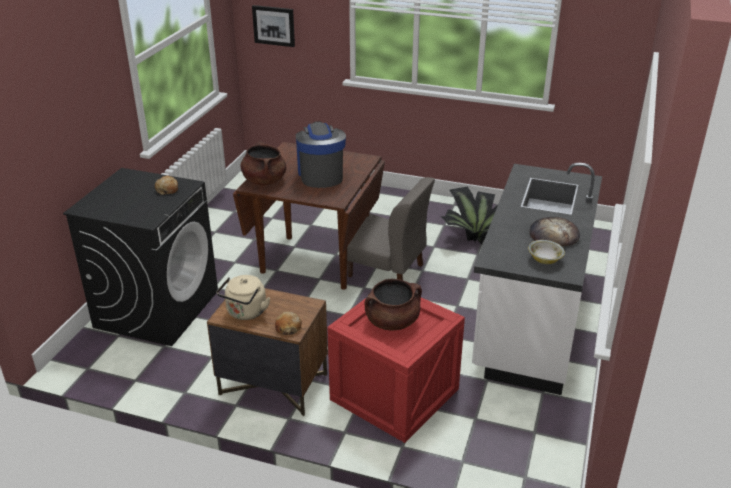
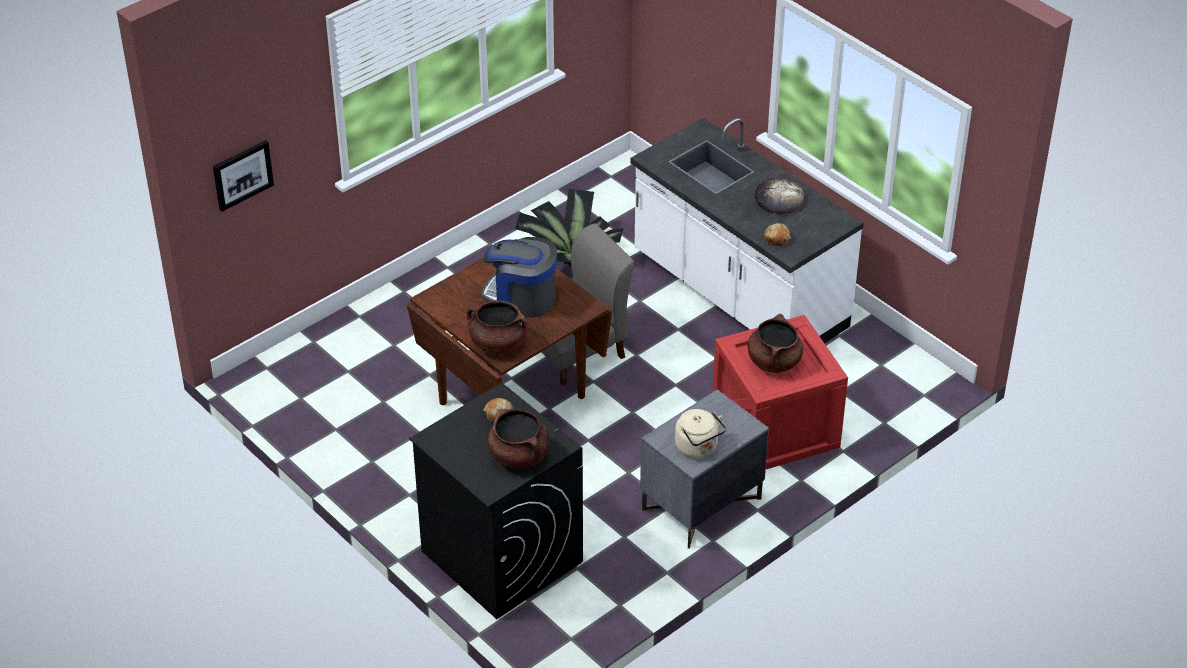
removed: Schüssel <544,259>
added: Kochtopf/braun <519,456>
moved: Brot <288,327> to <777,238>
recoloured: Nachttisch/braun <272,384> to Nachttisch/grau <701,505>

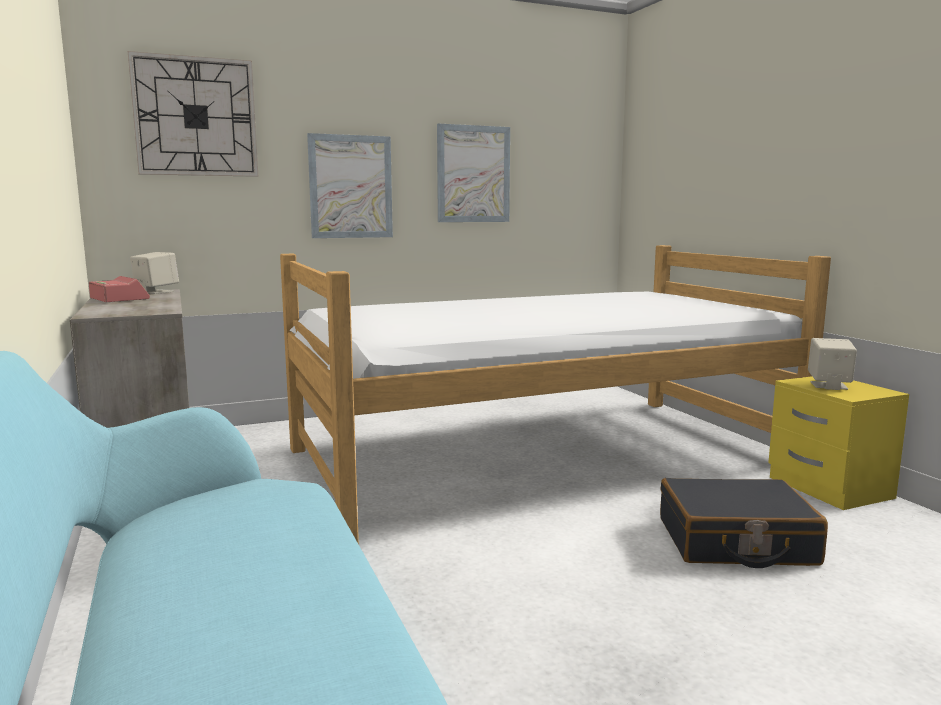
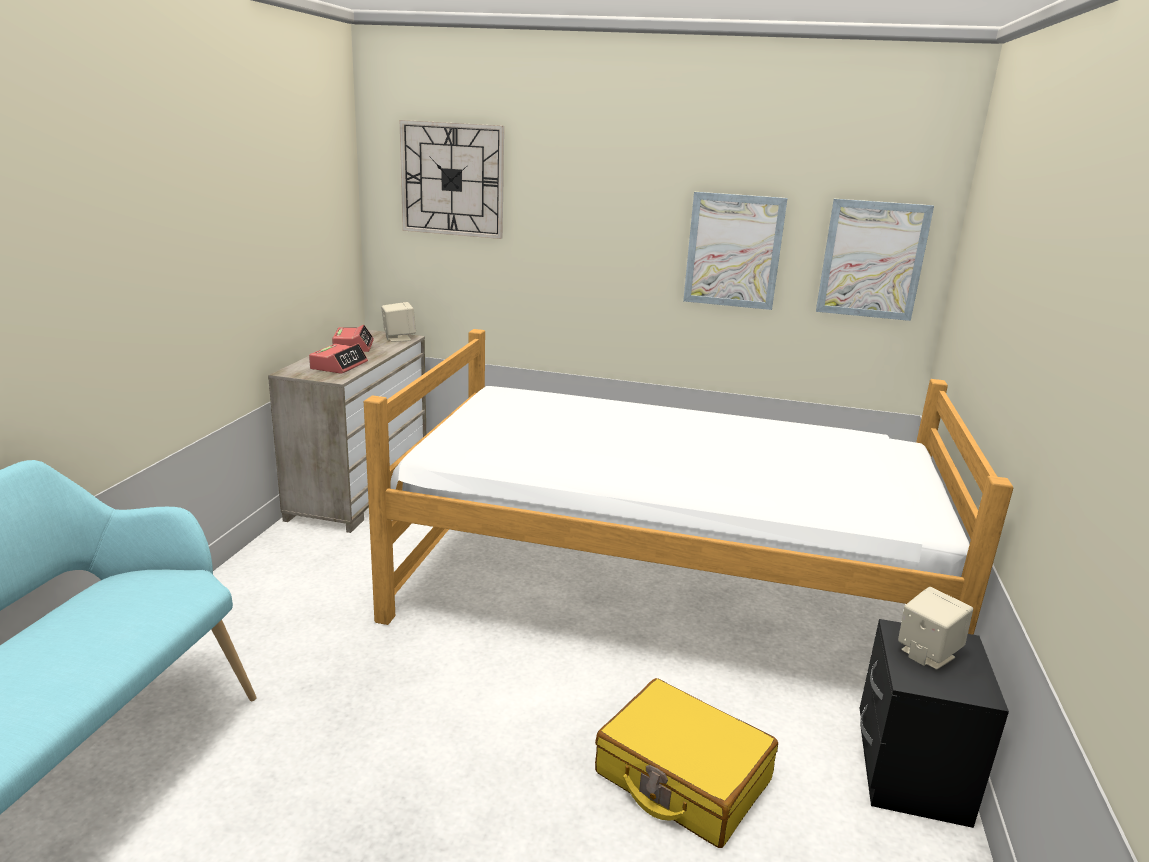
added: Wecker <339,365>
moved: Bild <350,187> to <872,260>
recoloured: Koffer/schwarz <735,542> to Koffer/gelb <682,777>; Nachttisch/gelb <827,488> to Nachttisch/schwarz <907,771>

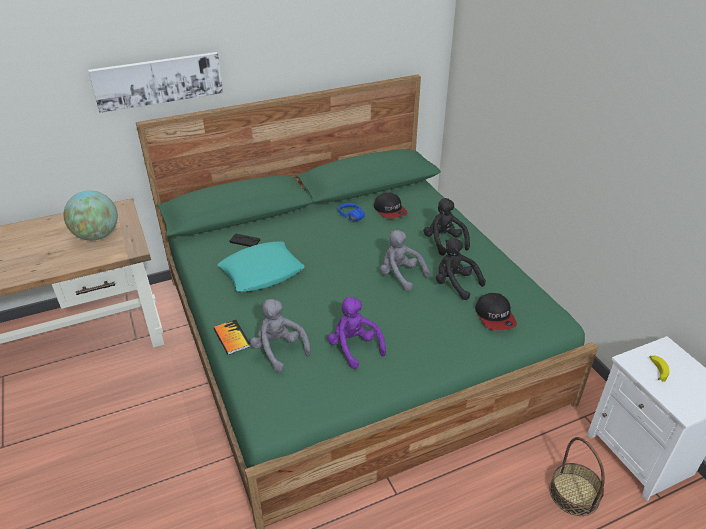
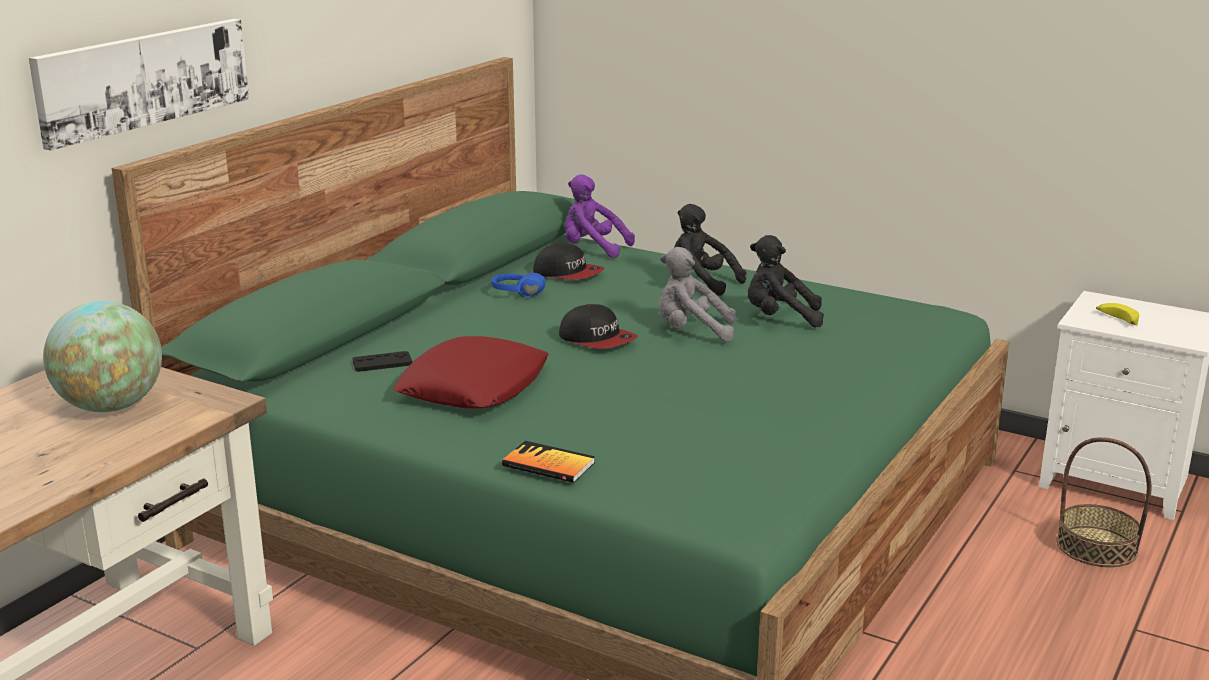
removed: Plüschtier/grau <279,350>
moved: Kappe <495,316> to <597,339>; Plüschtier/lila <354,347> to <592,249>
recoloured: Kissen/türkis <262,272> to Kissen/rot <473,386>

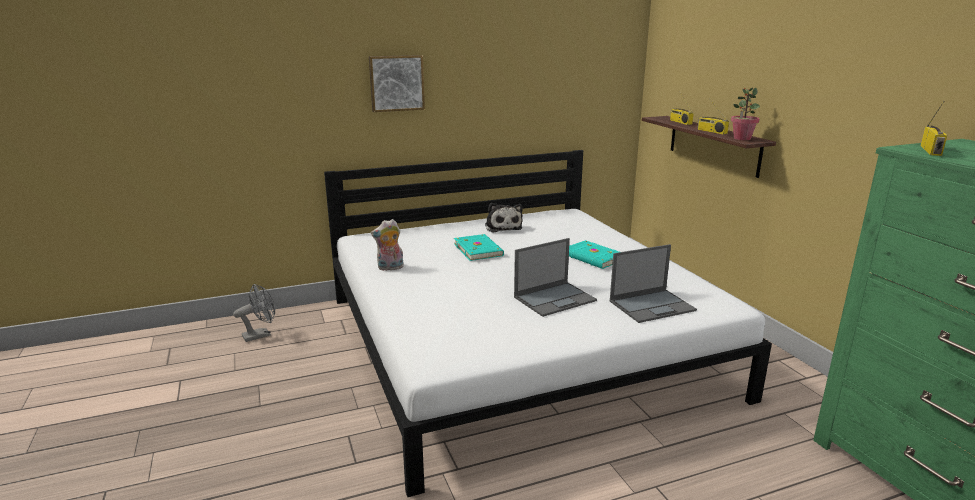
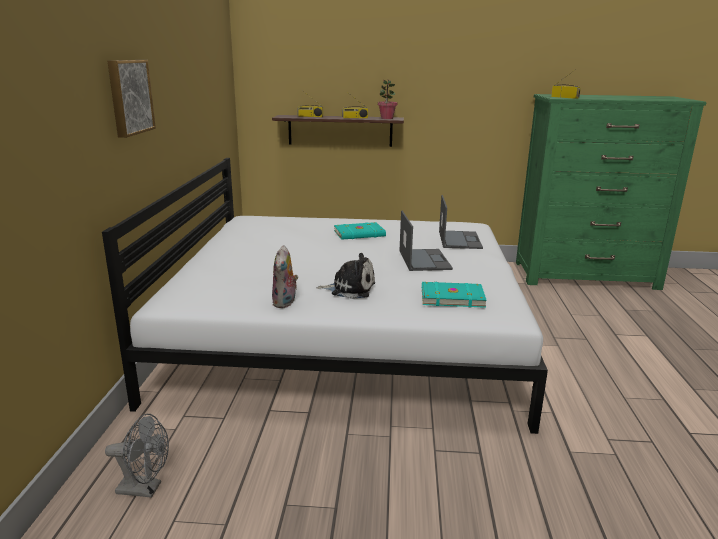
moved: Plüschtier <503,227> to <350,289>; Buch/türkis <479,249> to <451,297>
turned: Ventilator/grau <261,335> = <145,489> 105 degrees clockwise

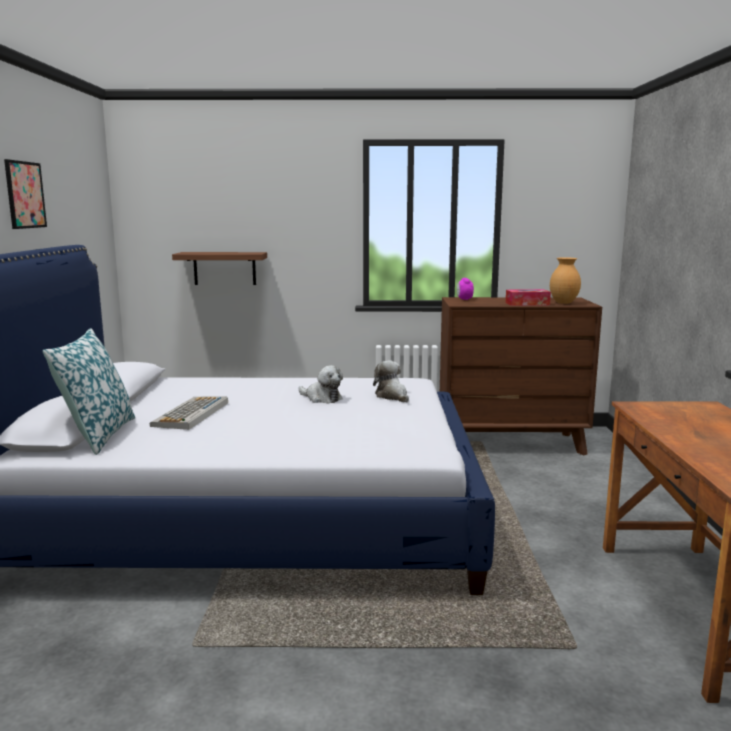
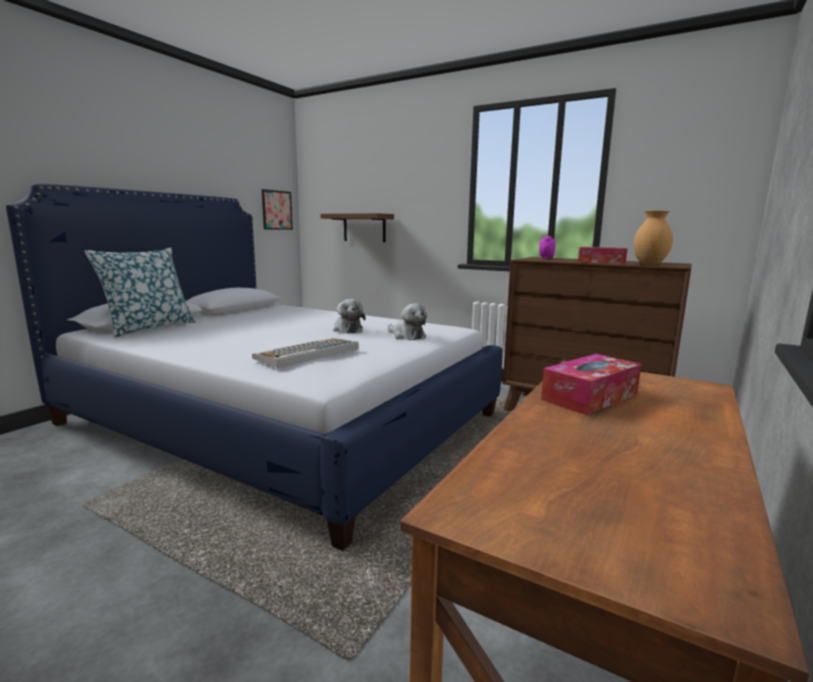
added: Taschentuchbox <590,397>
moved: Tastatur <191,414> to <307,353>; Bild <25,195> to <276,210>
turned: Plüschtier <392,396> = <406,336> 135 degrees clockwise

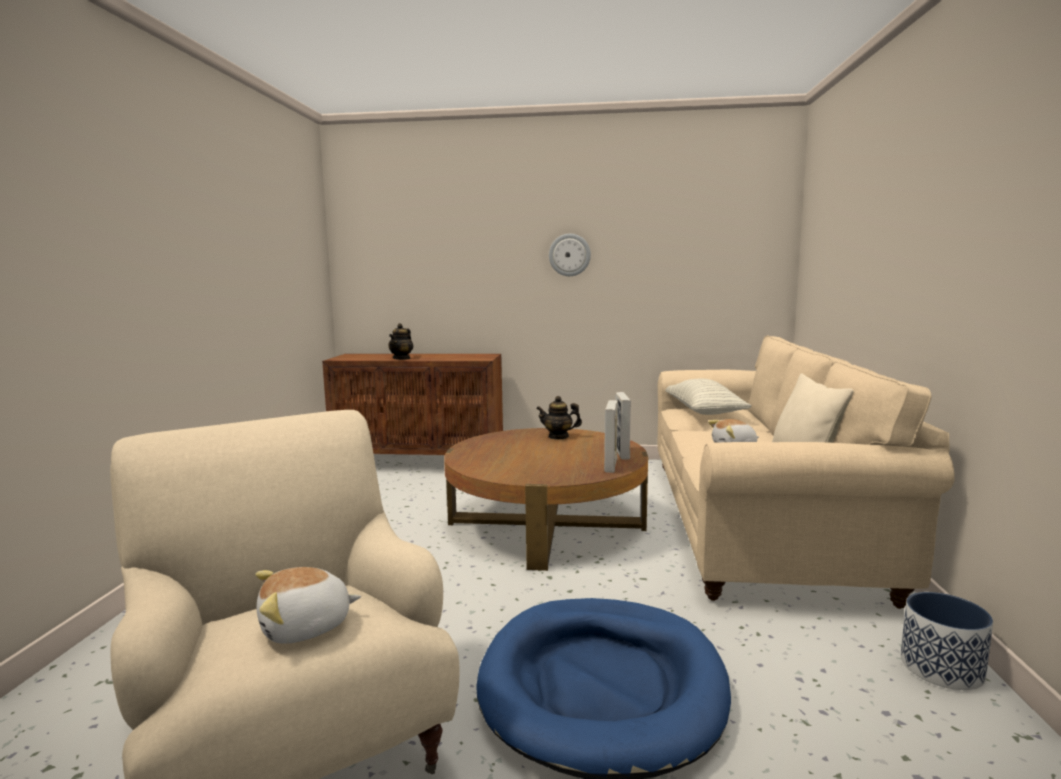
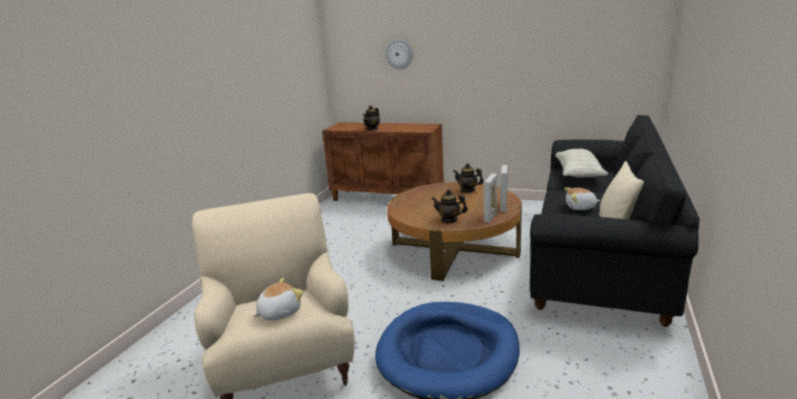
removed: Pflanzkübel <942,669>
added: Teekanne <449,220>
moved: Wanduhr <569,255> to <399,54>
recoloured: Sofa/beige <753,522> to Sofa/schwarz <598,256>
turned: Plüschtier <306,627> = <279,312> 150 degrees clockwise

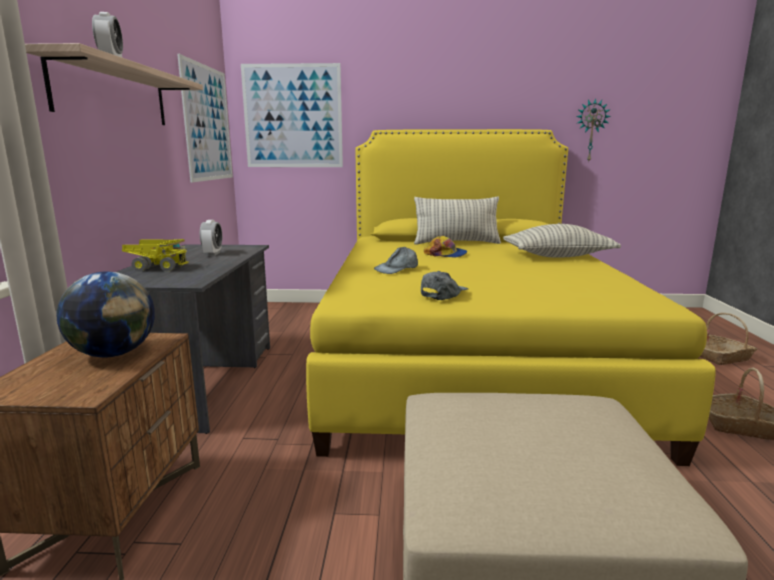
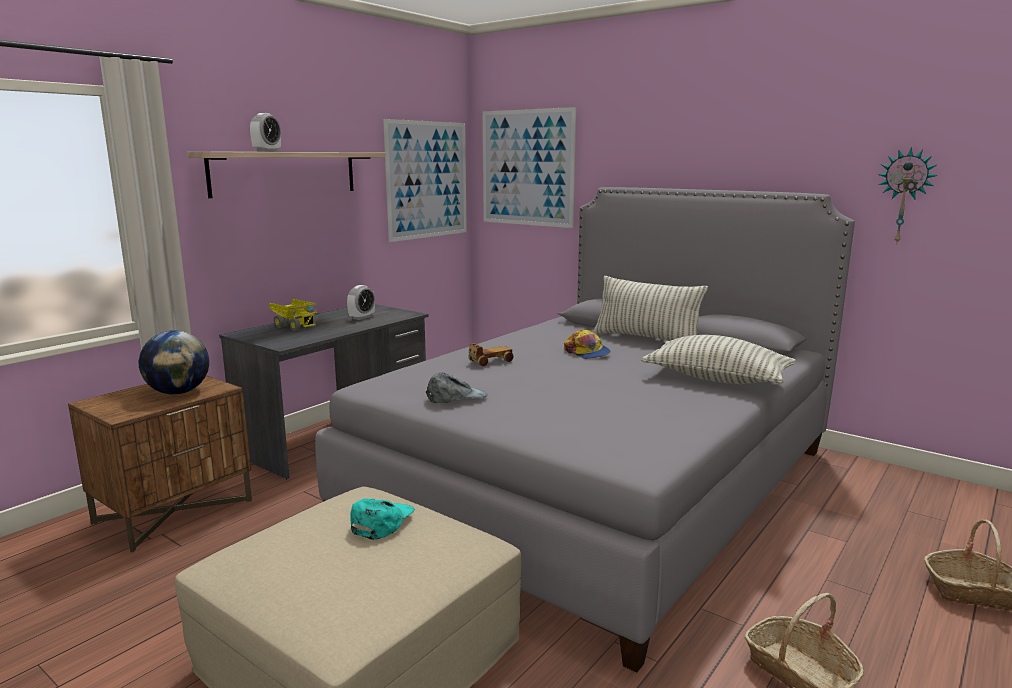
added: Kappe/türkis <381,521>
replaced: Kappe/grau <397,269> to Spielzeugauto <490,361>
recoloured: Bett/gelb <468,358> to Bett/grau <599,483>

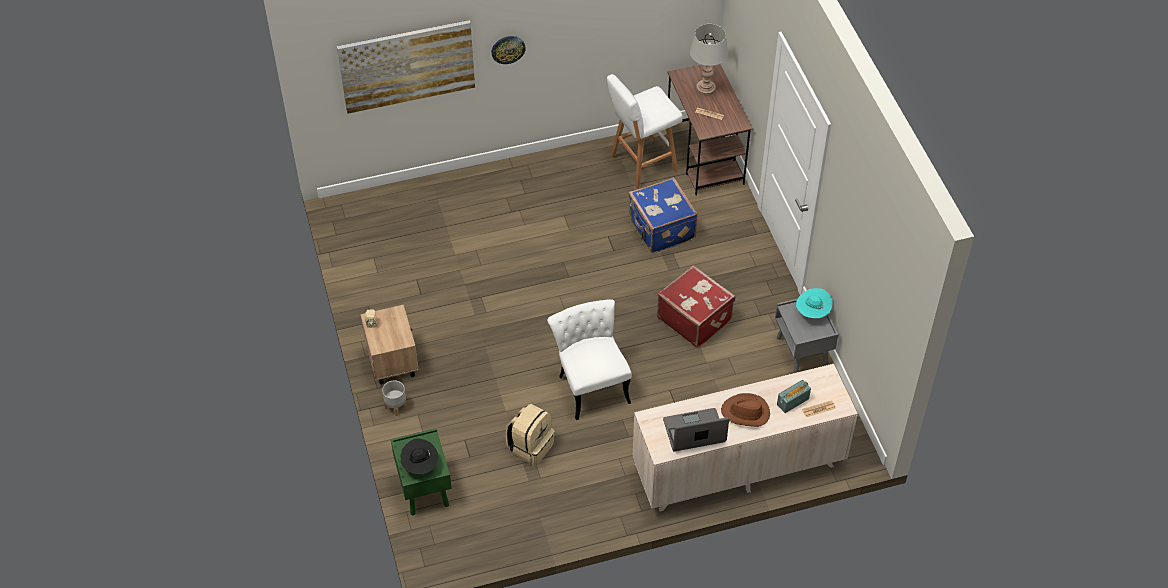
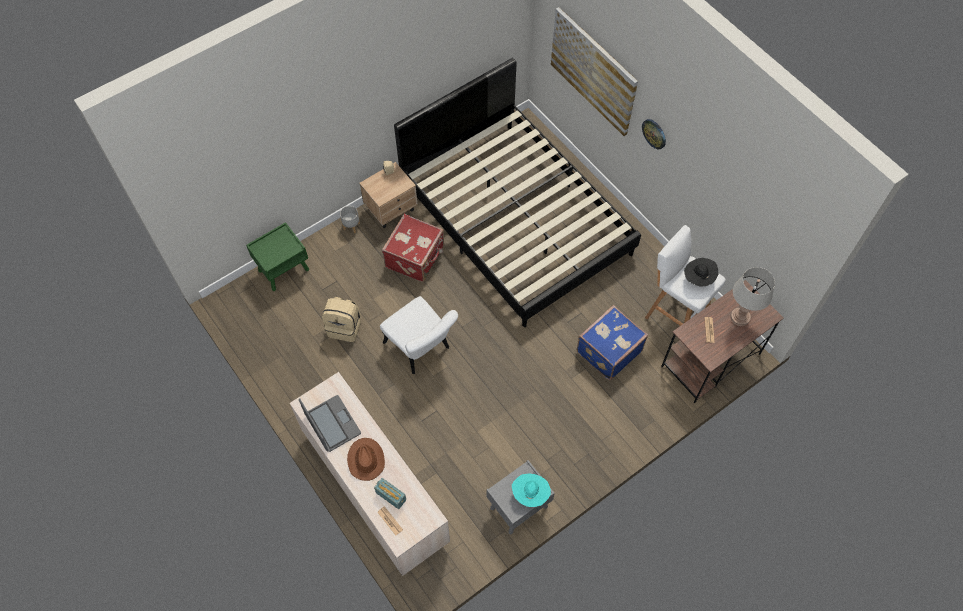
added: Bett/schwarz <516,219>
moved: Koffer/rot <694,318> to <416,257>; Hut/schwarz <420,466> to <698,278>
turned: Stuhl/weiß <590,383> = <421,349> 90 degrees clockwise

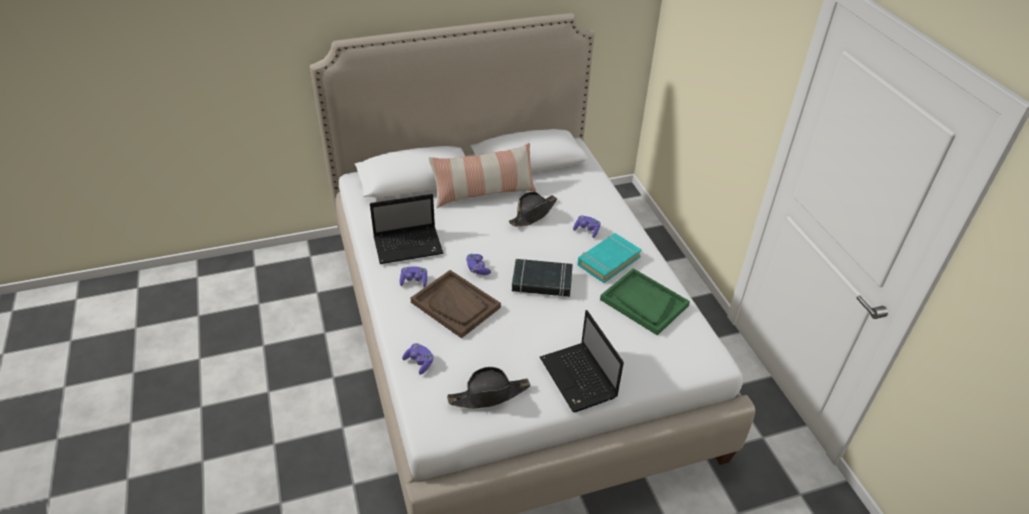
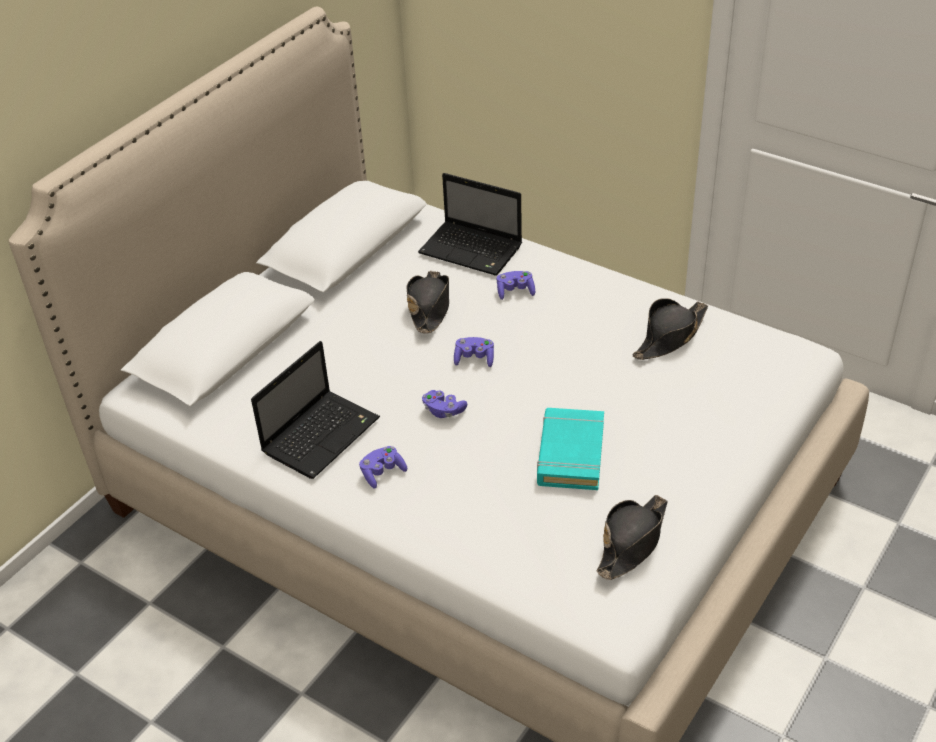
removed: Tablett/braun <456,305>; Kissen <483,193>; Buch/schwarz <542,282>
moved: Laptop <579,379> to <473,250>; Gamepad/lila <419,362> to <474,359>; Buch/türkis <608,261> to <570,454>
replaced: Tablett/grün <643,303> to Hut/schwarz <670,337>

